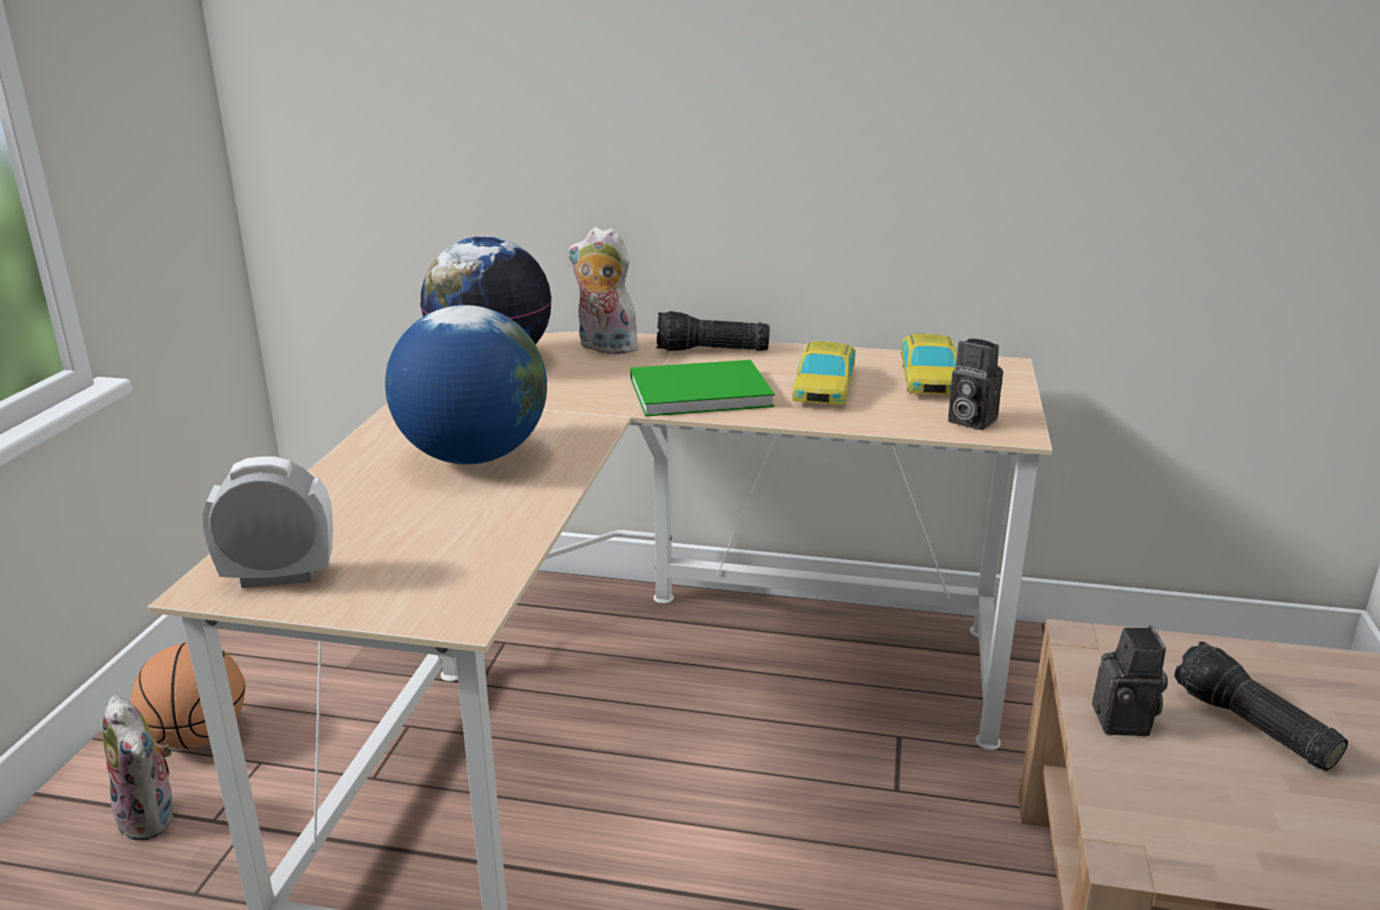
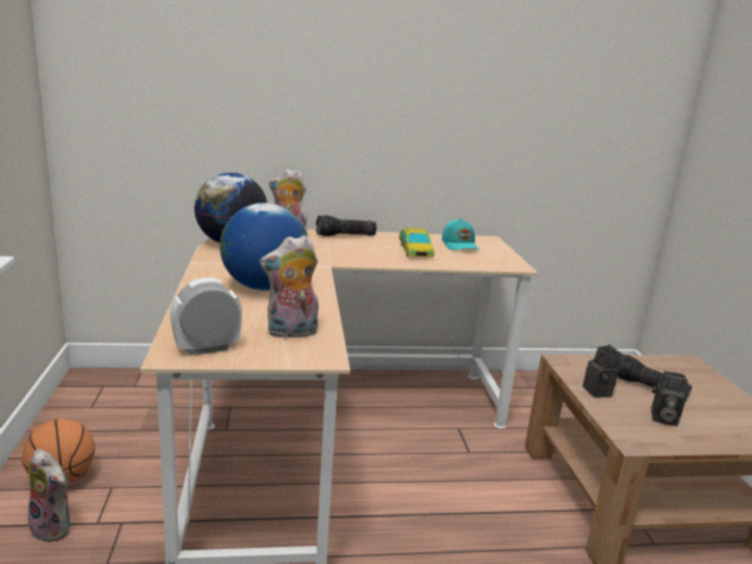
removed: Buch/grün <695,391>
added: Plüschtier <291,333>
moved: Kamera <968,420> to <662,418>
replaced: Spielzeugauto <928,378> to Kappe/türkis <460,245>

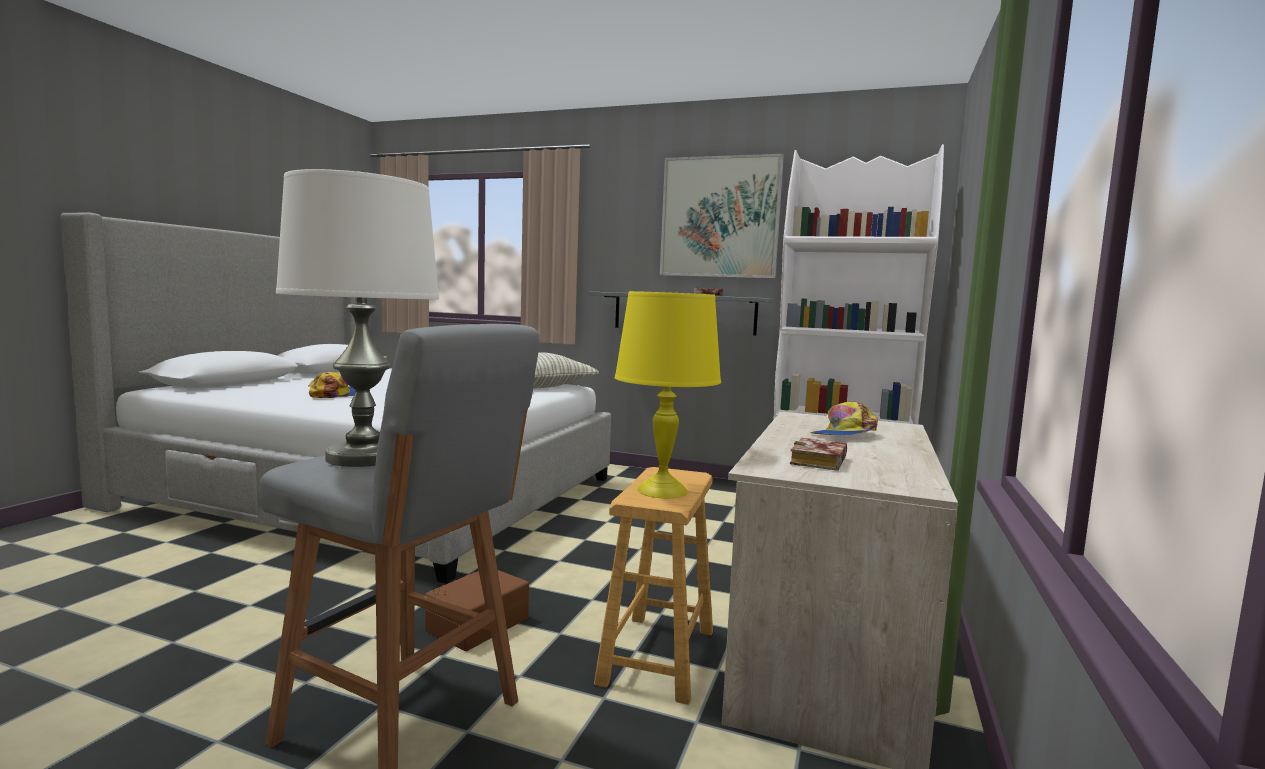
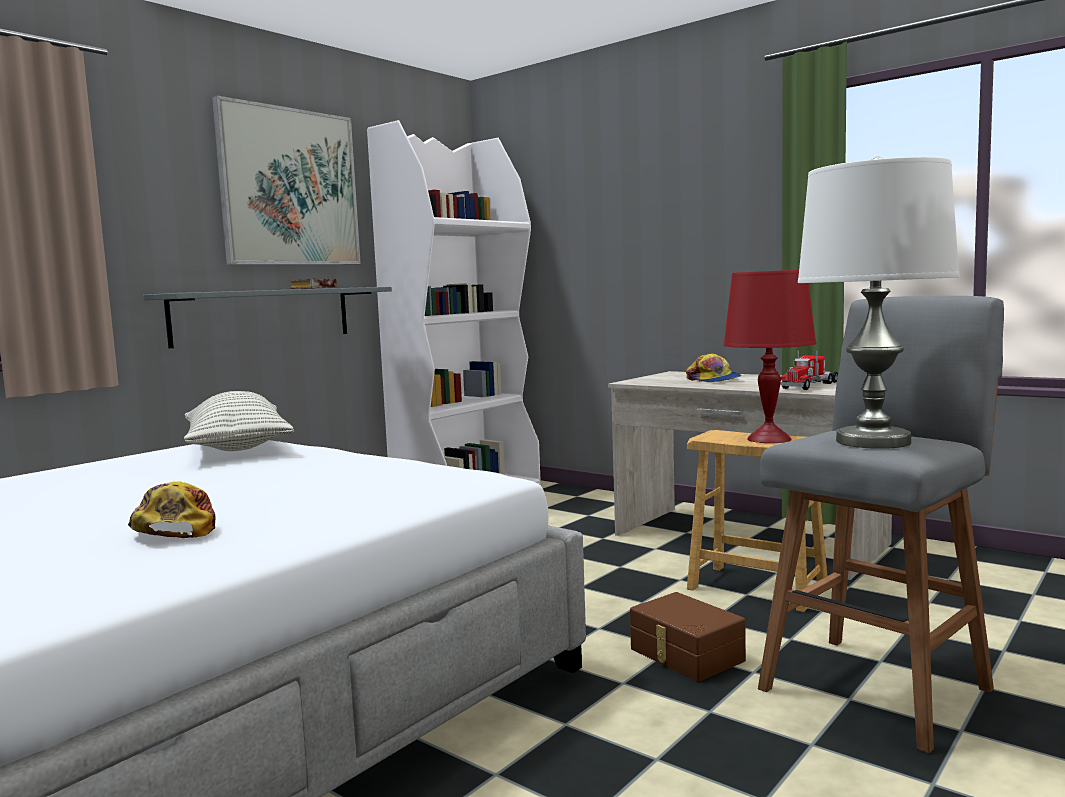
replaced: Buch <820,462> to Spielzeuglaster <810,385>
recoloured: Tischlampe/gelb <661,490> to Tischlampe/rot <769,439>

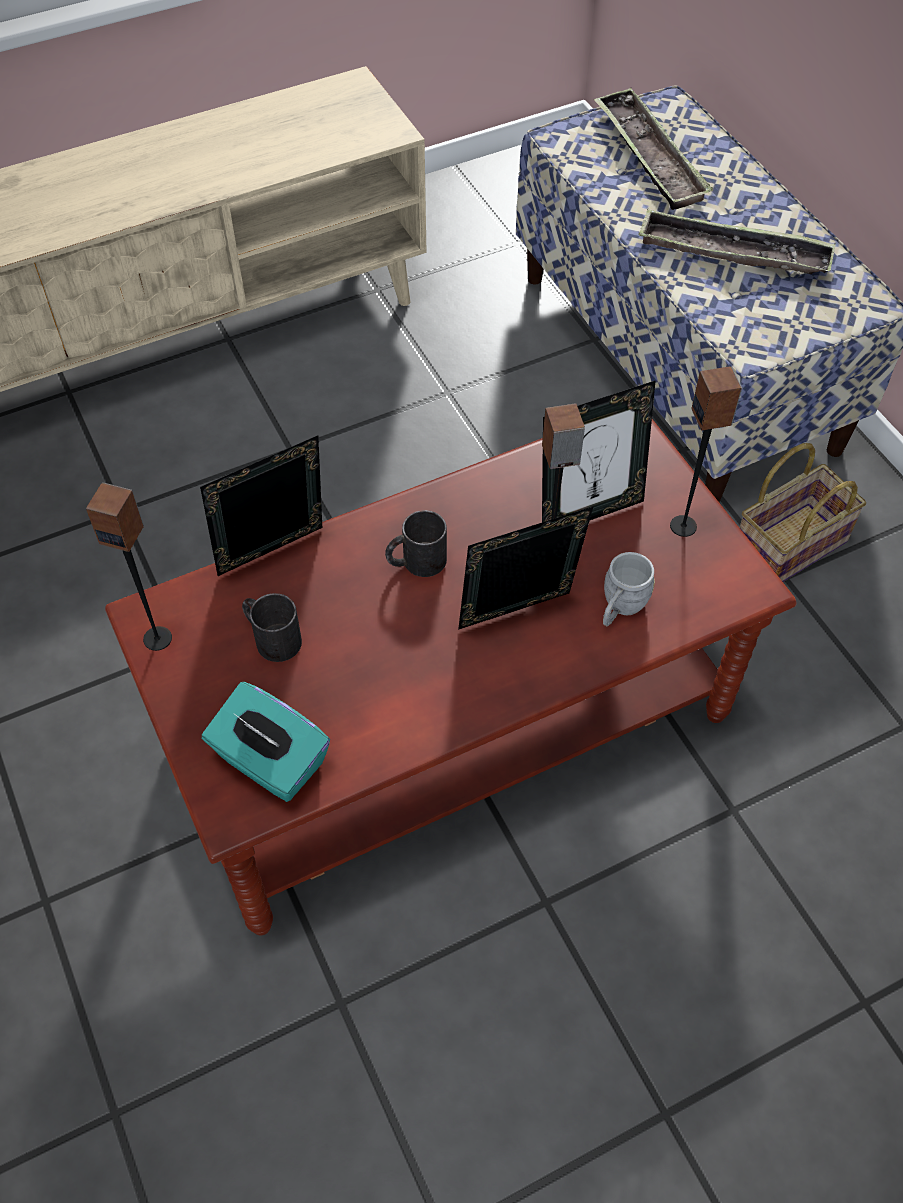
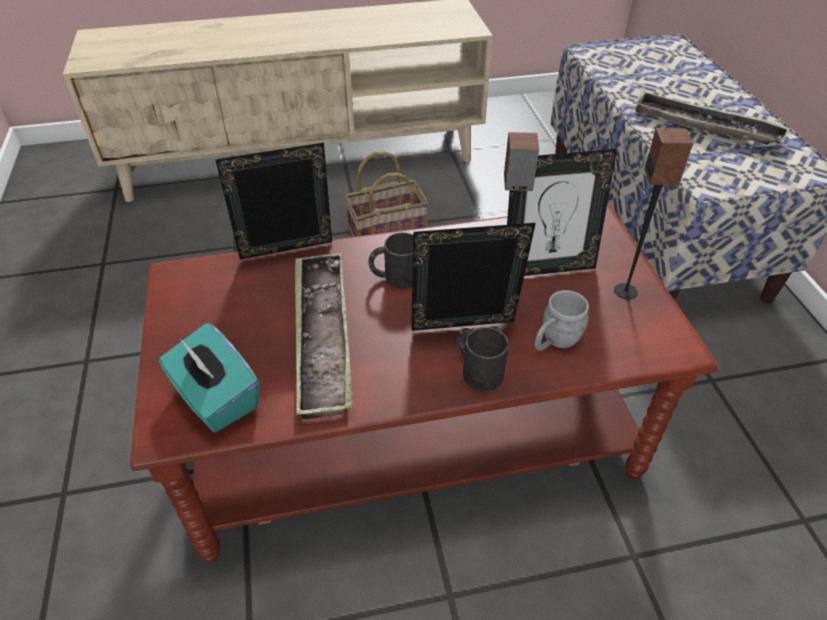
removed: Lautsprecher <158,638>
moved: Tablett <649,156> to <322,337>; Korb <789,544> to <388,231>; Henkelbecher/schwarz <271,637> to <477,369>

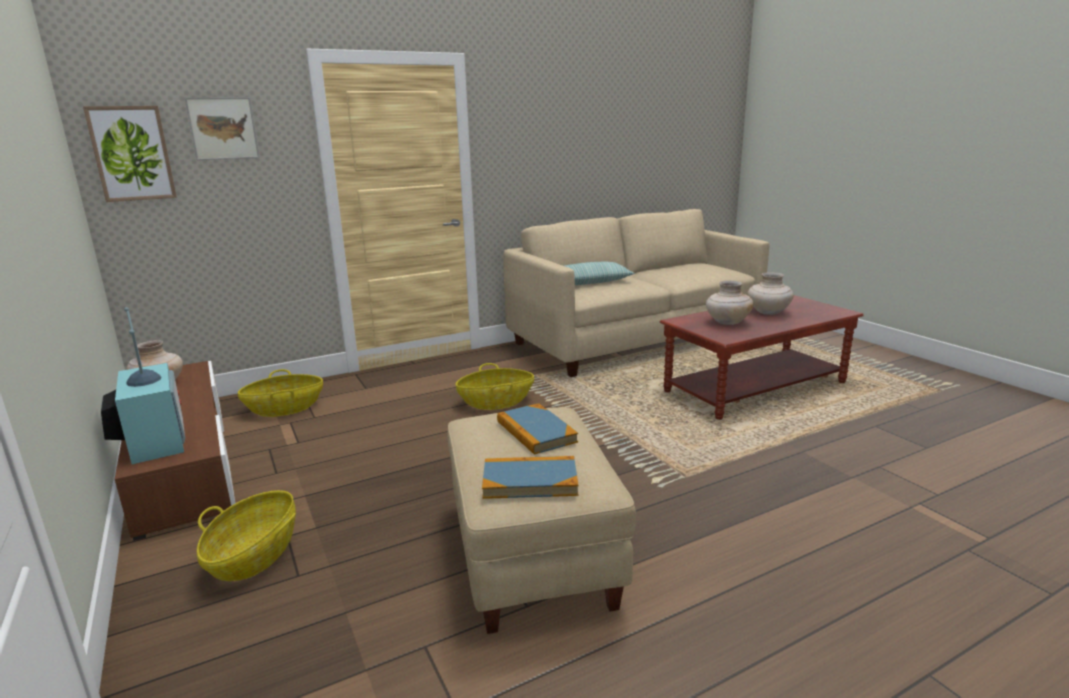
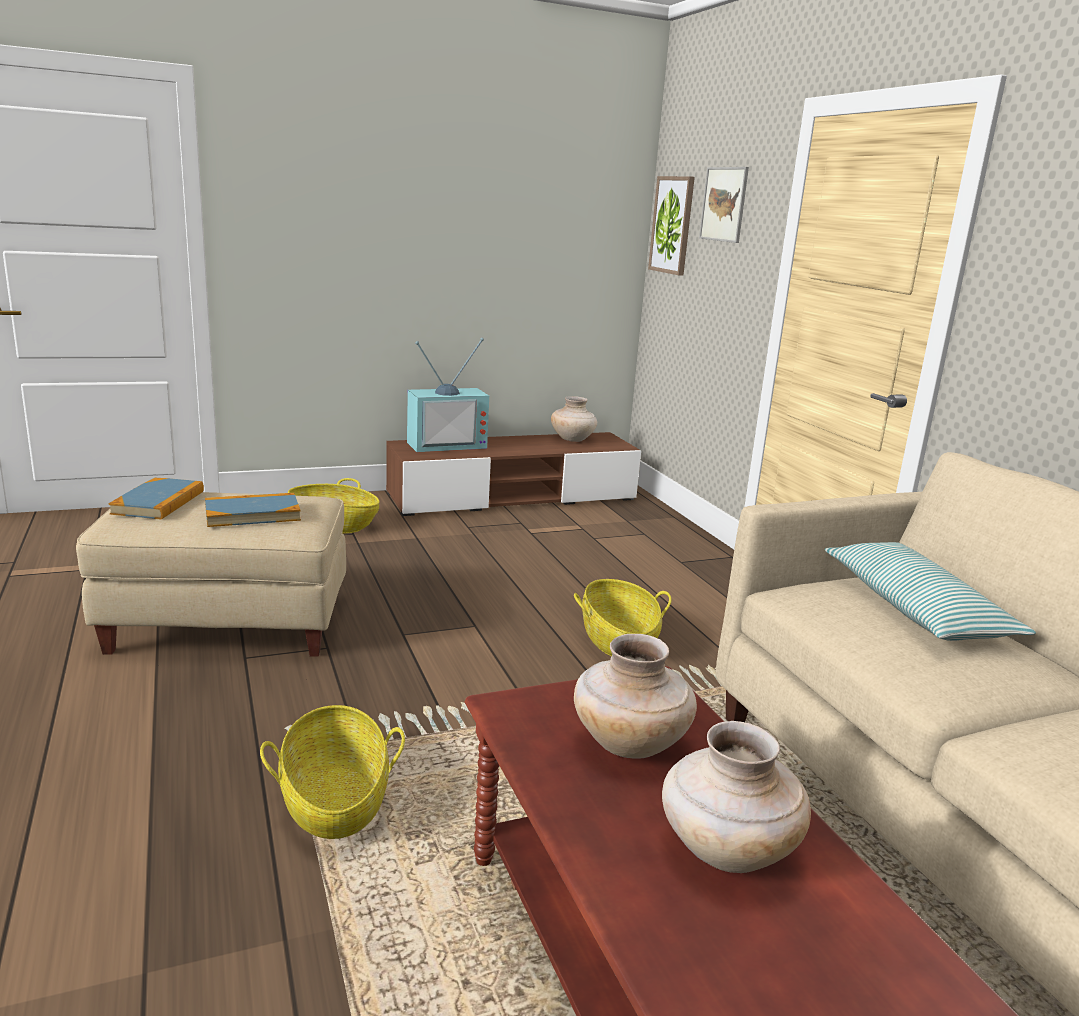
moved: Korb <284,409> to <334,800>

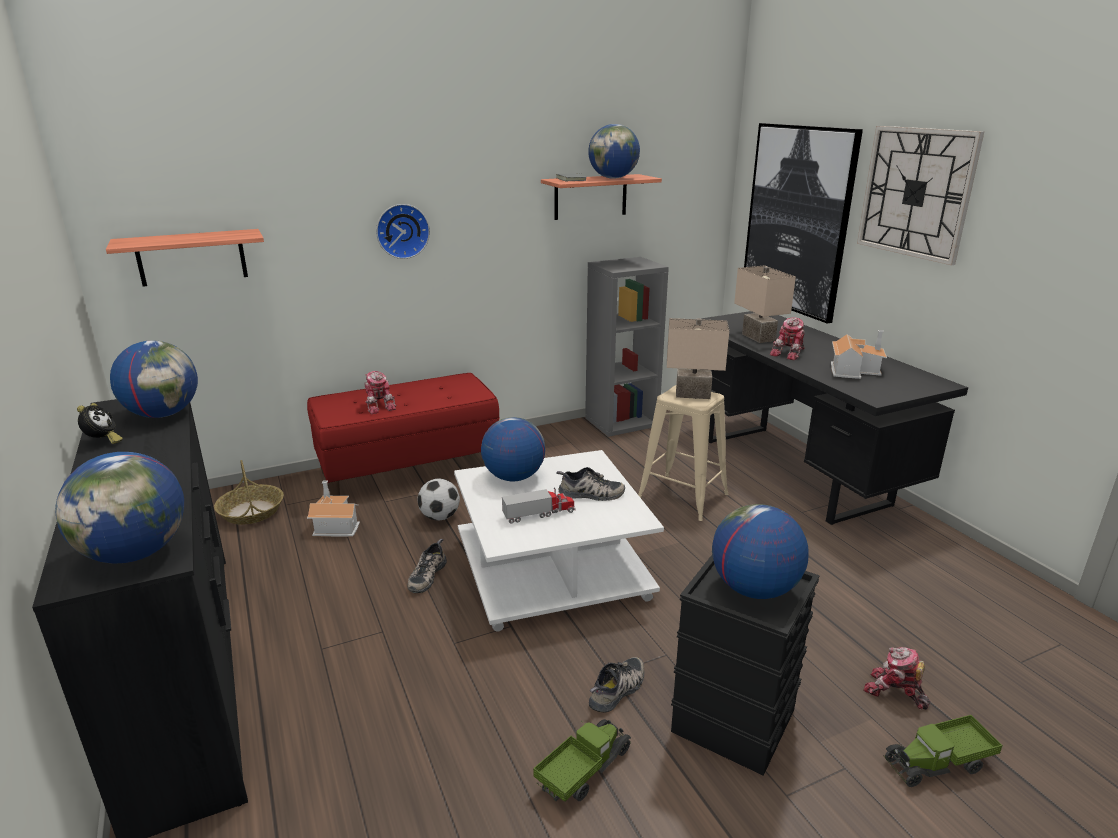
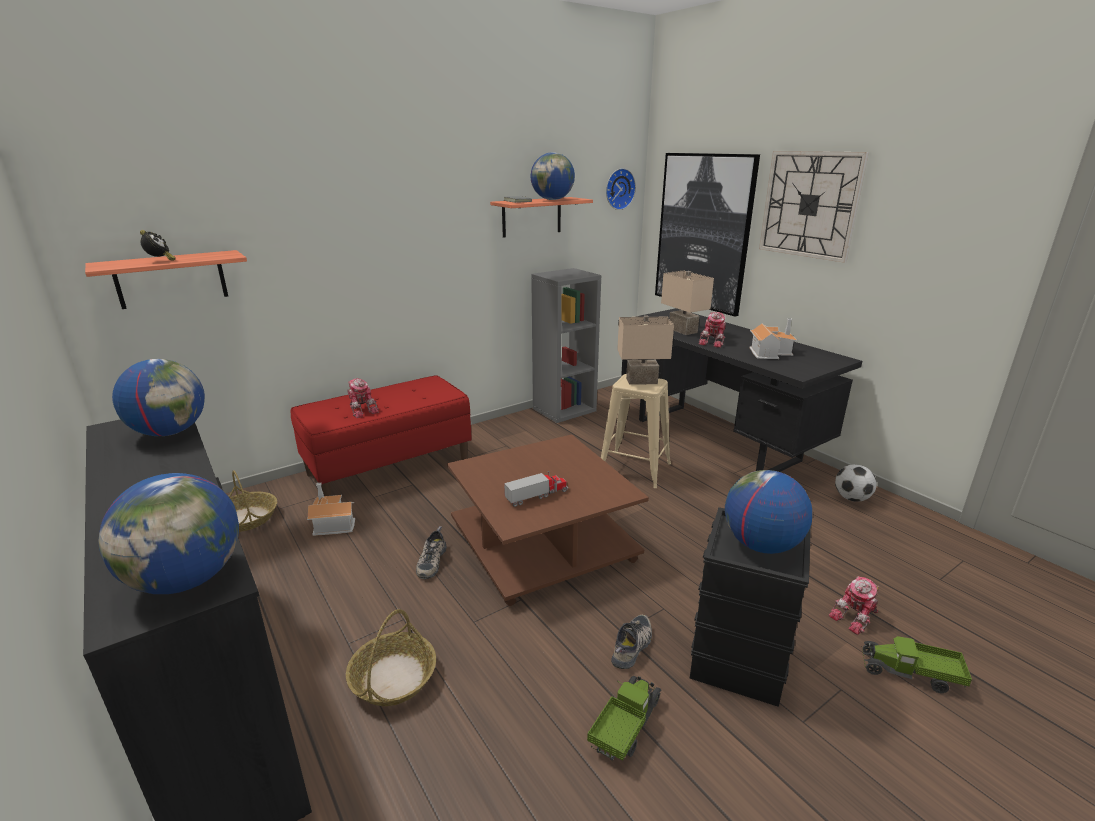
removed: Globus <513,477>; Schuh <590,494>
added: Korb <393,677>
moved: Wecker <103,441> to <160,261>; Wanduhr <402,231> to <618,189>; Fußball <440,517> to <851,498>
recoloured: Couchtisch/weiß <549,568> to Couchtisch/braun <540,542>
turned: Spielzeugroboter <894,692> = <856,617> 60 degrees counterclockwise; Spielzeuglaster <938,763> = <911,674> 45 degrees clockwise

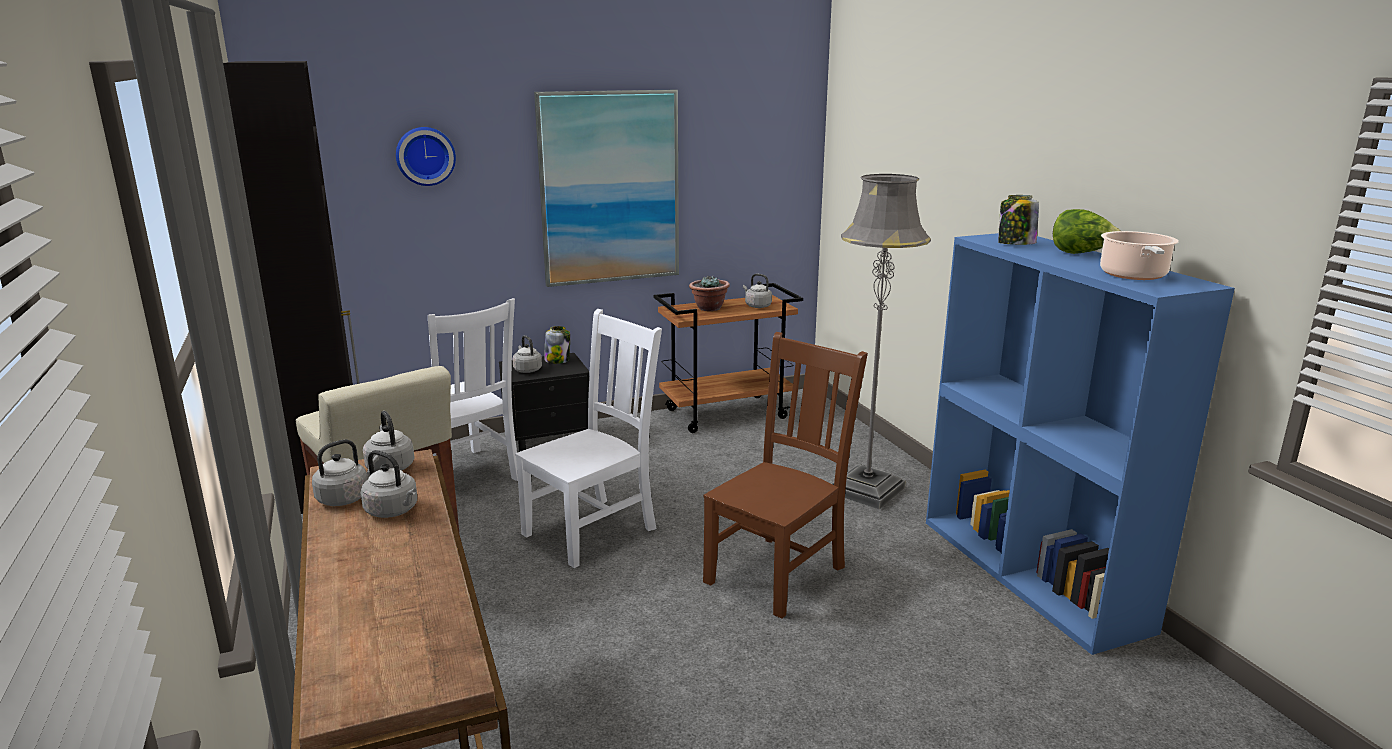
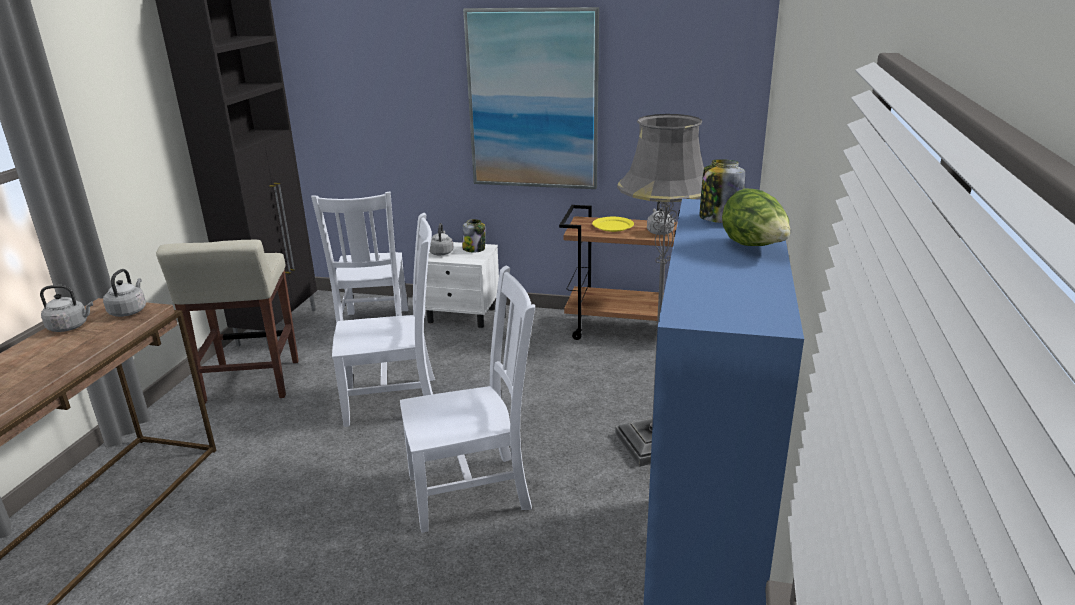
removed: Wasserkessel/grau <393,511>; Wanduhr <425,156>; Kochtopf <1134,276>
replaced: Topfpflanze <709,308> to Teller/gelb <612,226>
recoloured: Stuhl/braun <778,572> to Stuhl/weiß <473,491>; Nachttisch/schwarz <549,440> to Nachttisch/weiß <462,315>

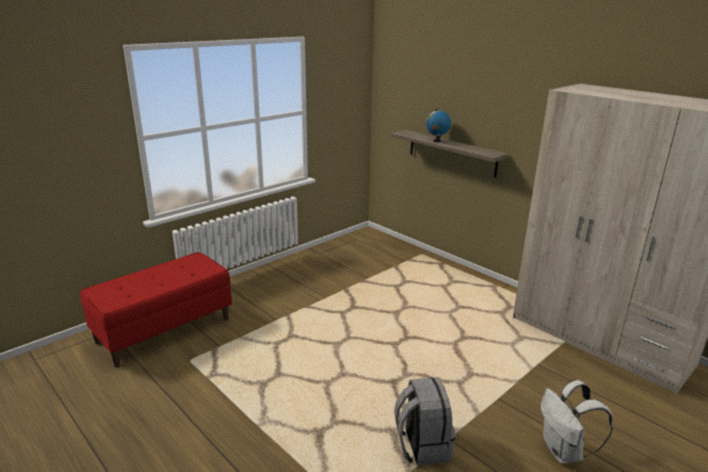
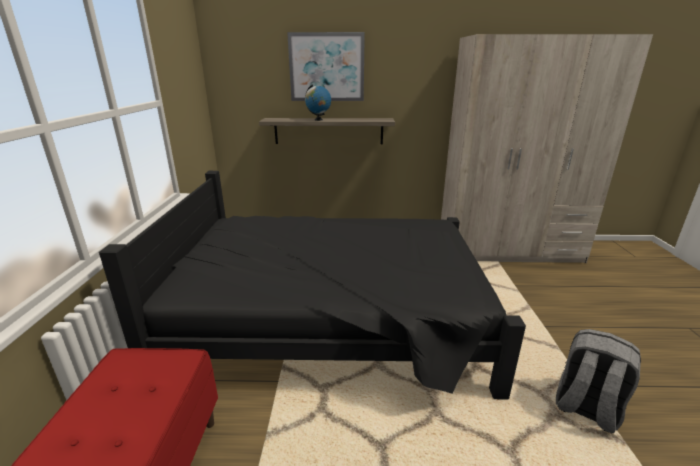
removed: Rucksack/weiß <564,452>
added: Bett/schwarz <333,319>; Bild <326,67>

